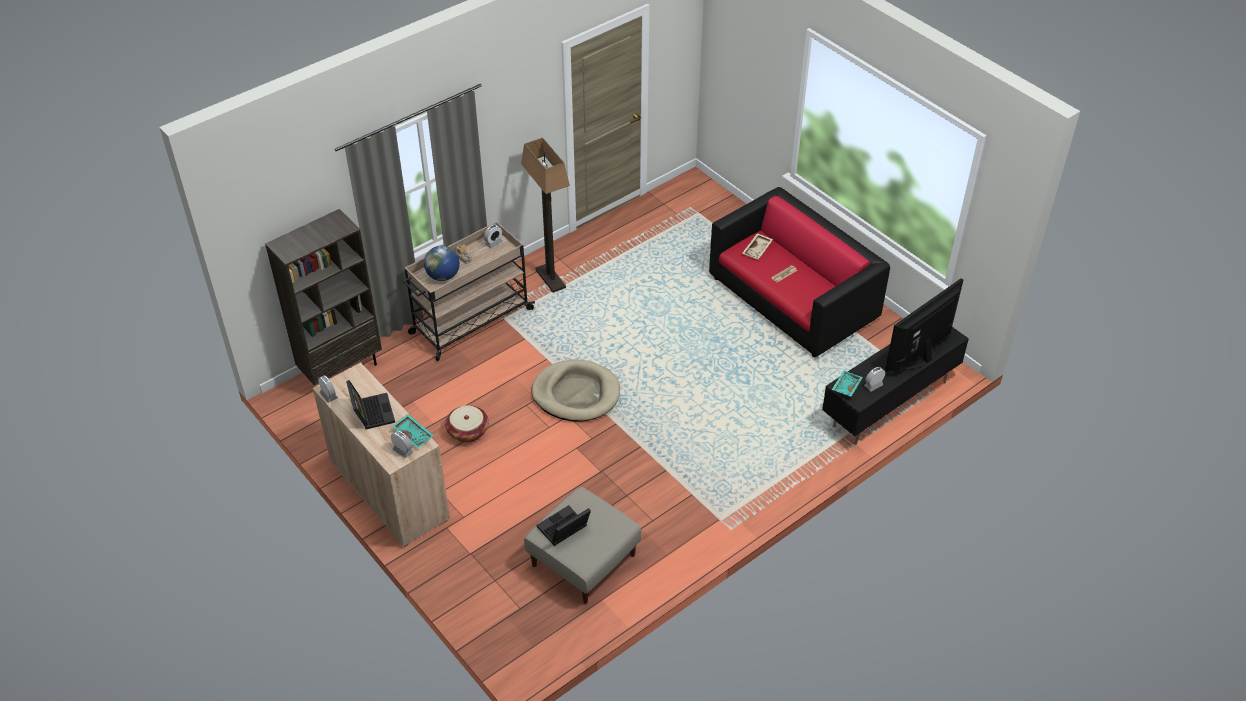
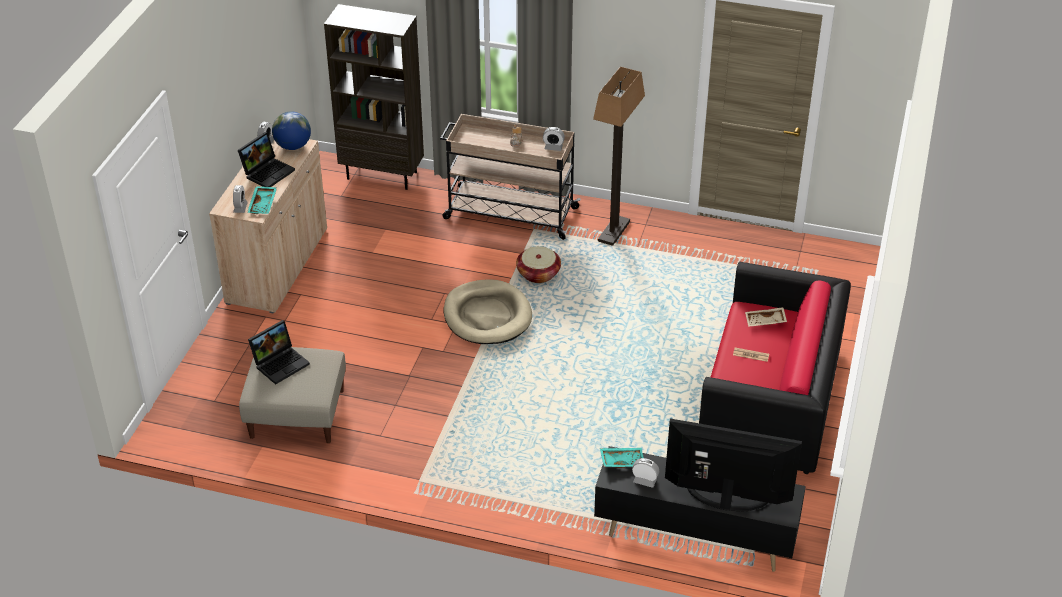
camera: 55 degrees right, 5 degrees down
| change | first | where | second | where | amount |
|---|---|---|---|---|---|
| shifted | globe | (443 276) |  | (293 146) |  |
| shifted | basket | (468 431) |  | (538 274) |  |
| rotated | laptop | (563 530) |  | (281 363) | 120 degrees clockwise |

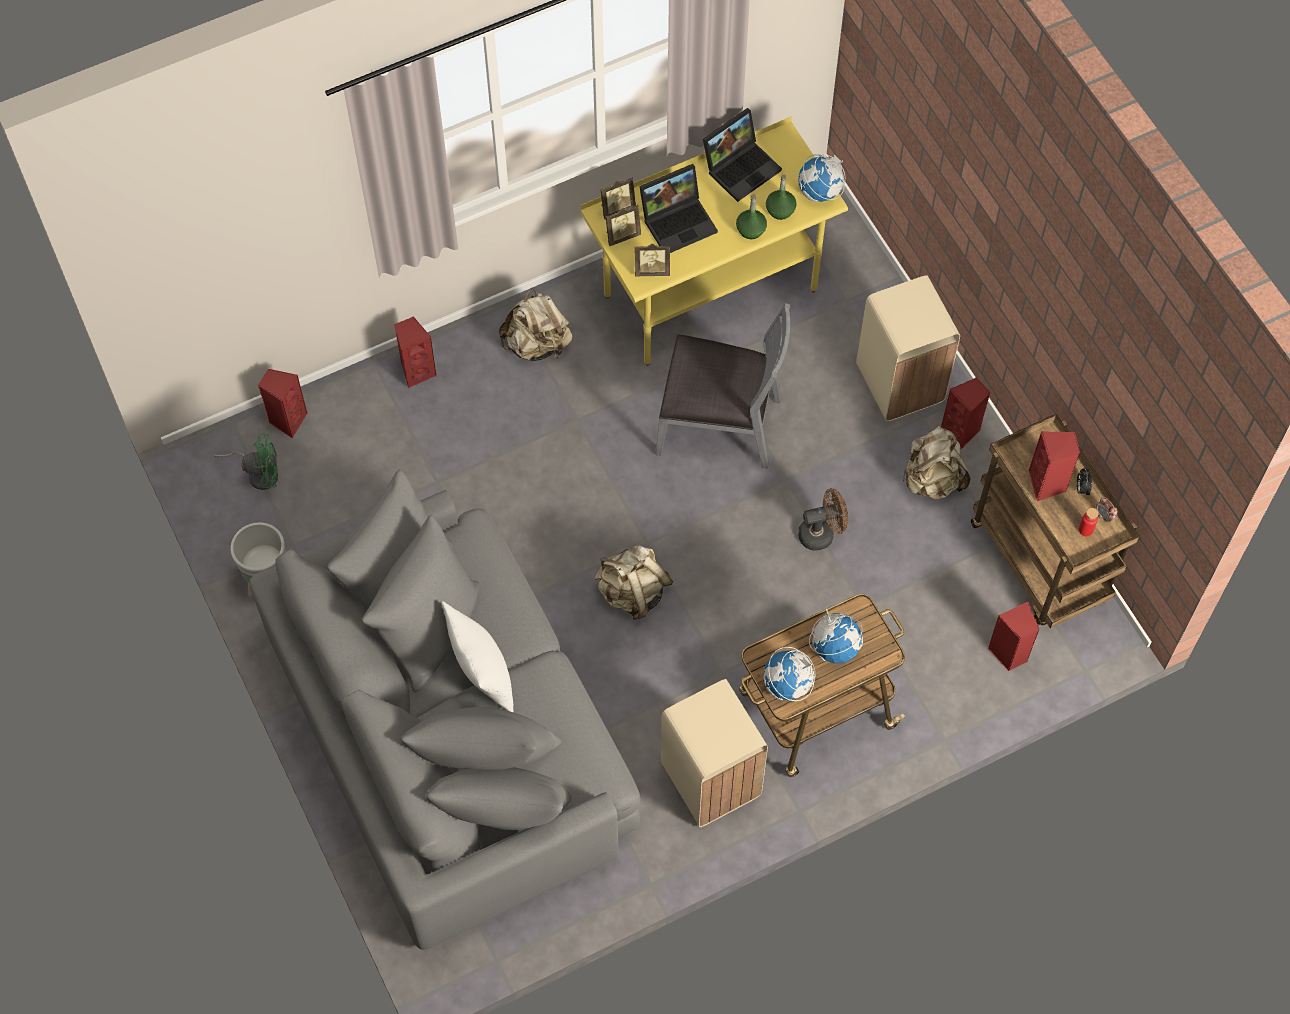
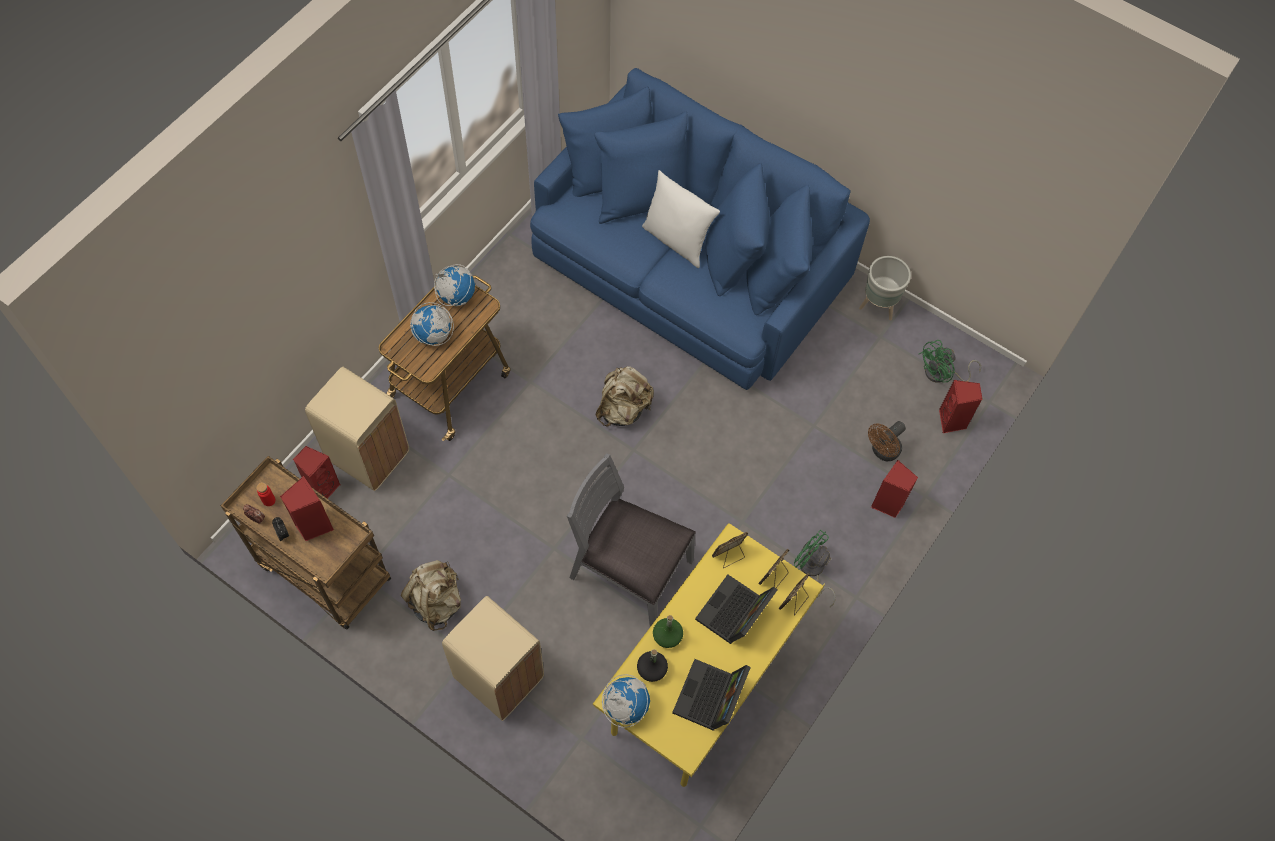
camera: 150 degrees right, 0 degrees up
| change | first | where | second | where | amount |
|---|---|---|---|---|---|
| gone | speaker in red | (962 431) |  |  |  |
| shifted | trash can in beige | (710 781) |  | (368 454) |  |
| shifted | fan in brown | (822 533) |  | (882 452) |  |
| swapped | backpack in beige | (537 344) | fan in green | (812 571) |  |
| repainted | sofa in grey | (451 735) | sofa in blue | (690 264) |  |
| repainted | bottle in green | (780 210) | bottle in black | (652 669) |  |
| rotated | chair in grey | (720 424) |  | (629 570) | 45 degrees clockwise |

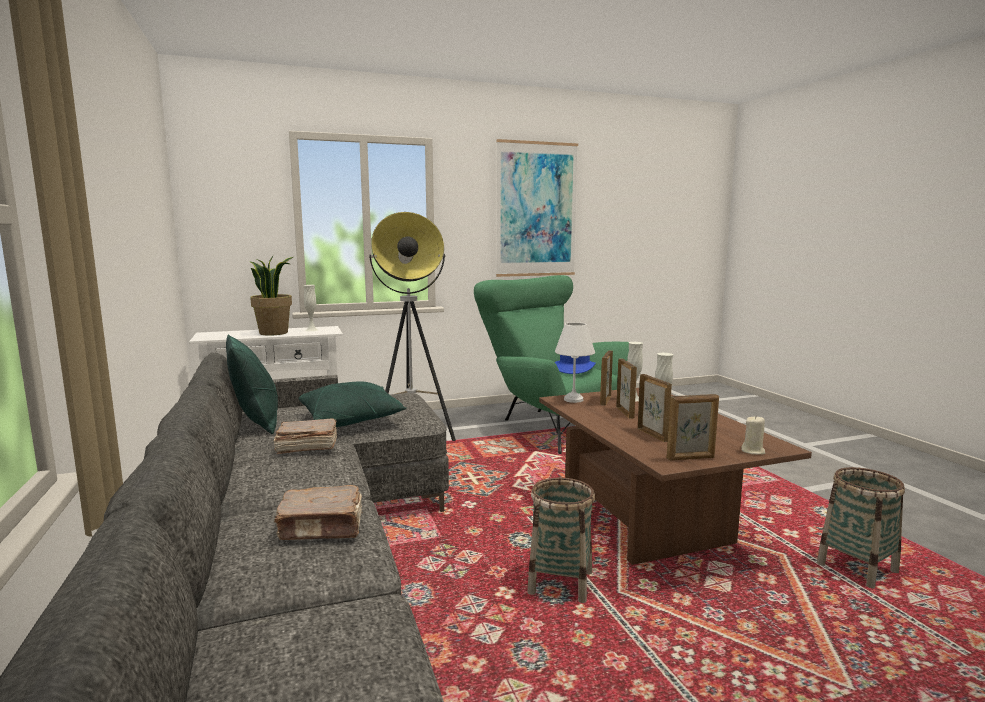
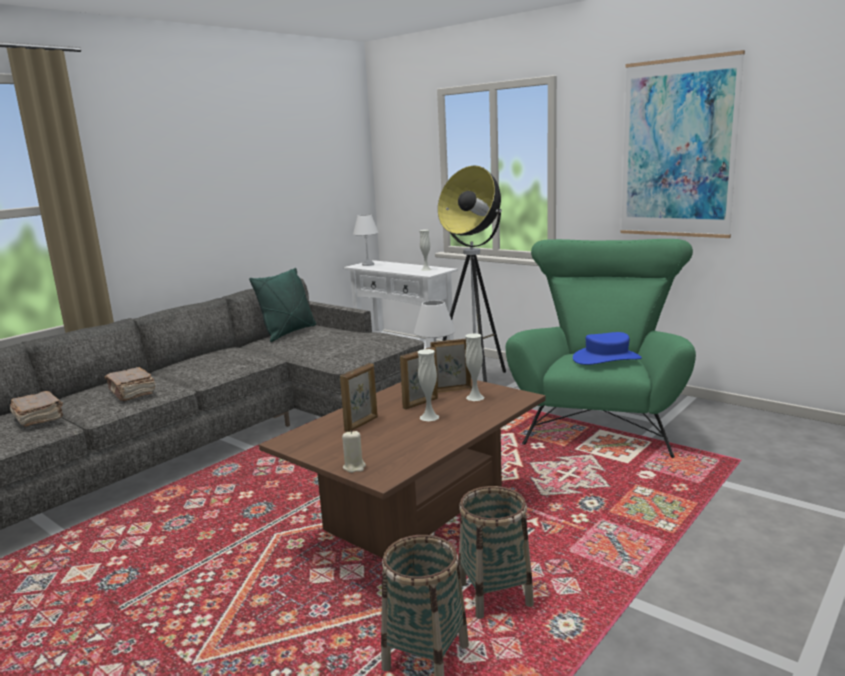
camera: 60 degrees right, 5 degrees up
| change | first | where | second | where | amount |
|---|---|---|---|---|---|
| gone | potted plant | (274 333) |  |  |  |
| gone | pillow in green | (352 419) |  |  |  |
| gone | picture frame | (691 458) |  |  |  |
| new |  |  | table lamp in white | (368 264) |  |
| shifted | book in brown | (306 447) |  | (39 418) |  |
| shifted | basket | (560 583) |  | (495 595) |  |

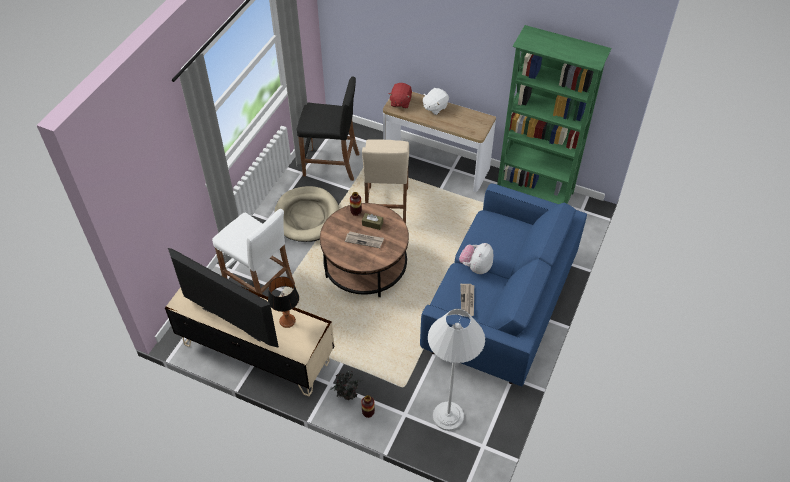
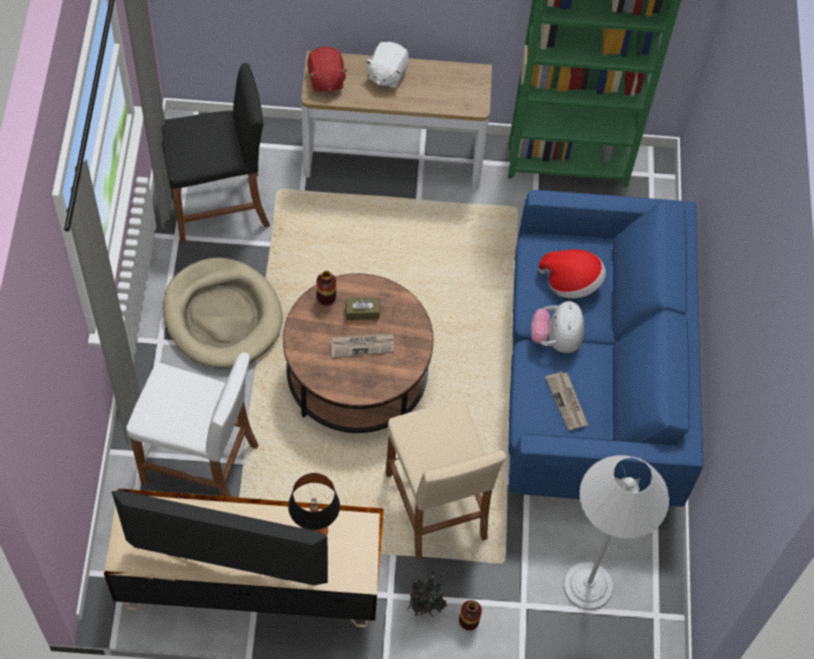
camera: 25 degrees left, 10 degrees up
| change | first | where | second | where | amount |
|---|---|---|---|---|---|
| new |  |  | hat | (571 282) |  |
| shifted | stool in beige | (386 206) |  | (436 506) |  |

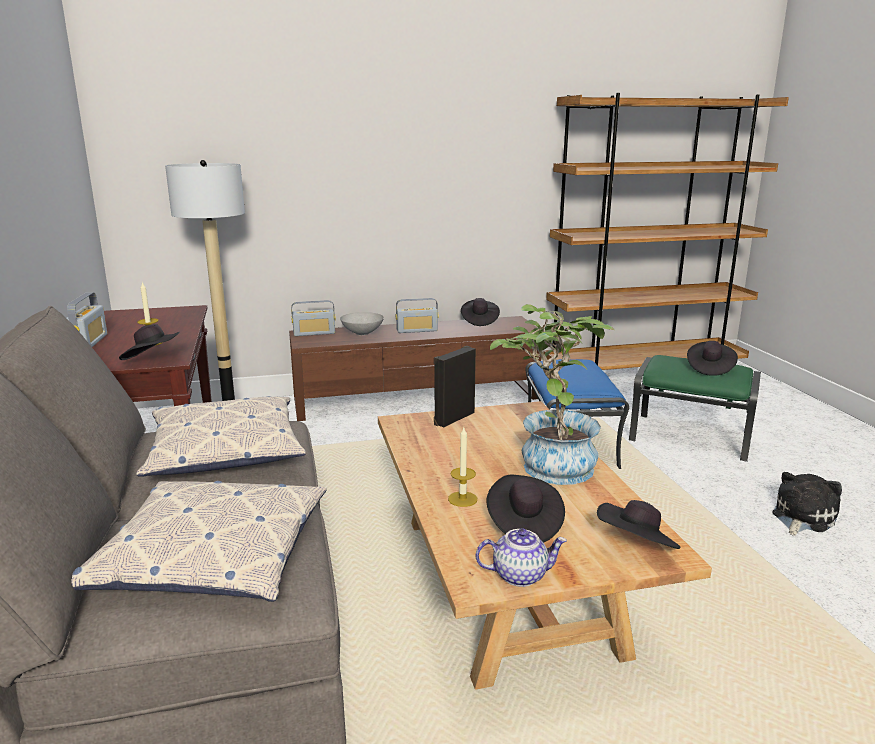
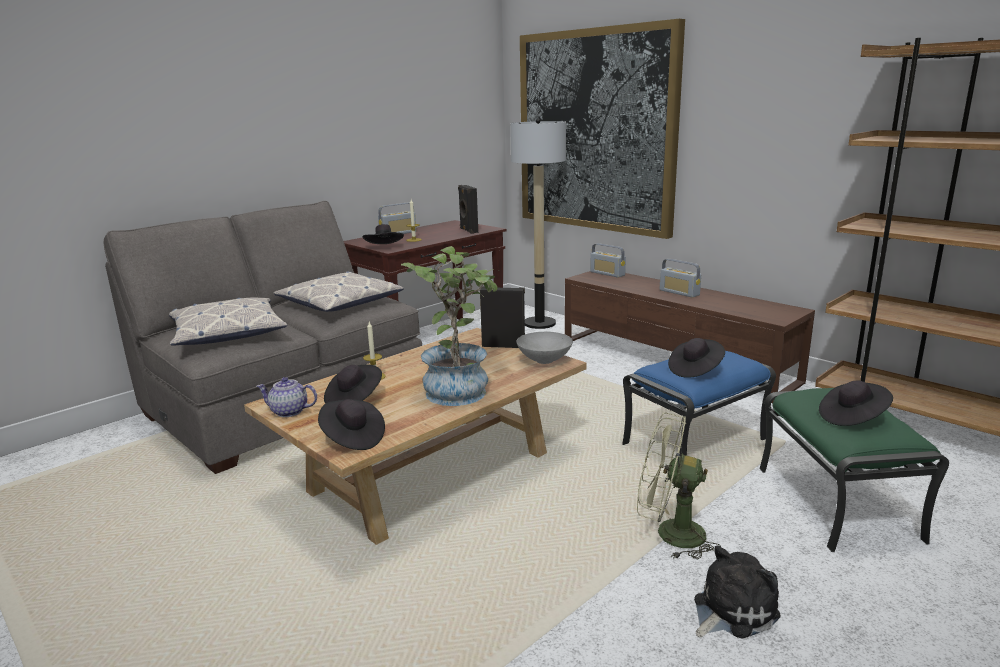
camera: 60 degrees right, 0 degrees up
| change | first | where | second | where | amount |
|---|---|---|---|---|---|
| new |  |  | speaker in black | (468 230) |  |
| new |  |  | picture | (595 131) |  |
| new |  |  | fan in green | (669 534) |  |
| shifted | bowl in grey | (361 333) |  | (543 360) |  |
| shifted | hat in black | (479 321) |  | (695 370) |  |
| rotated | teapot | (520 575) |  | (288 412) | 135 degrees clockwise |
| rotated | plush toy | (801 517) |  | (731 610) | 45 degrees counterclockwise |

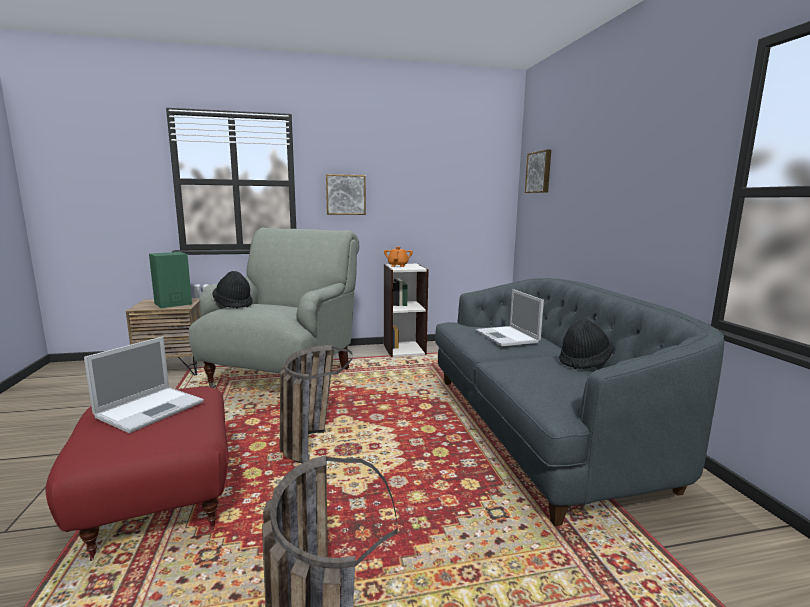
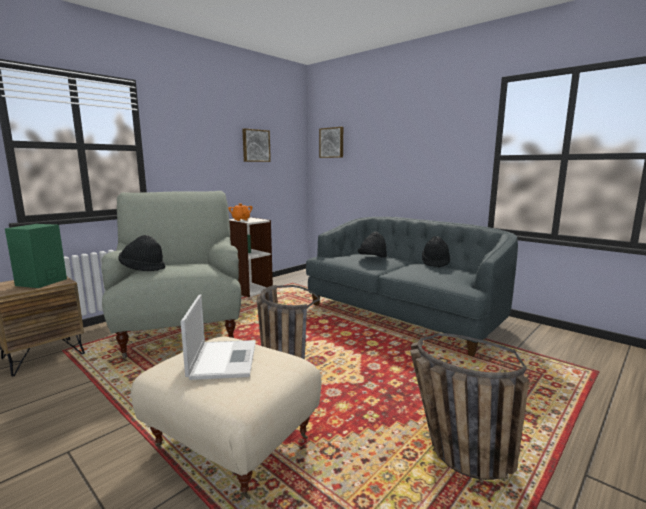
camera: 35 degrees left, 0 degrees up
| change | first | where | second | where | amount |
|---|---|---|---|---|---|
| shifted | picture | (345 194) |  | (255 145) |  |
| swapped | laptop | (507 337) | hat in black | (372 258) |  |
| repainted | ottoman in red | (158 501) | ottoman in beige | (230 444) |  |

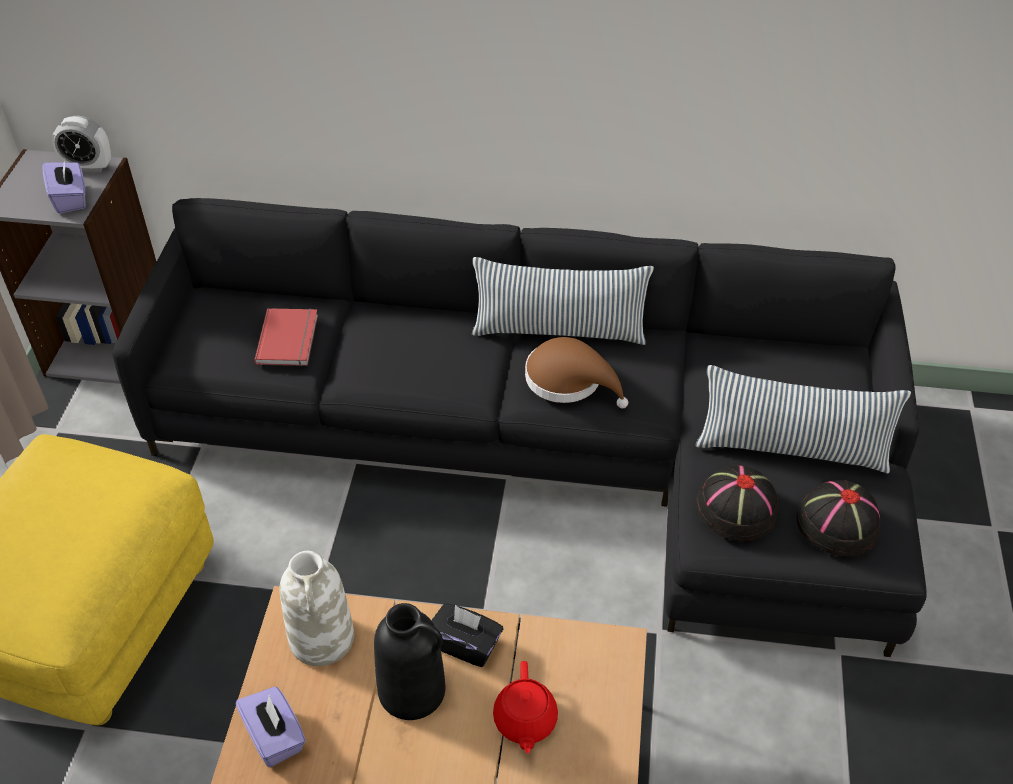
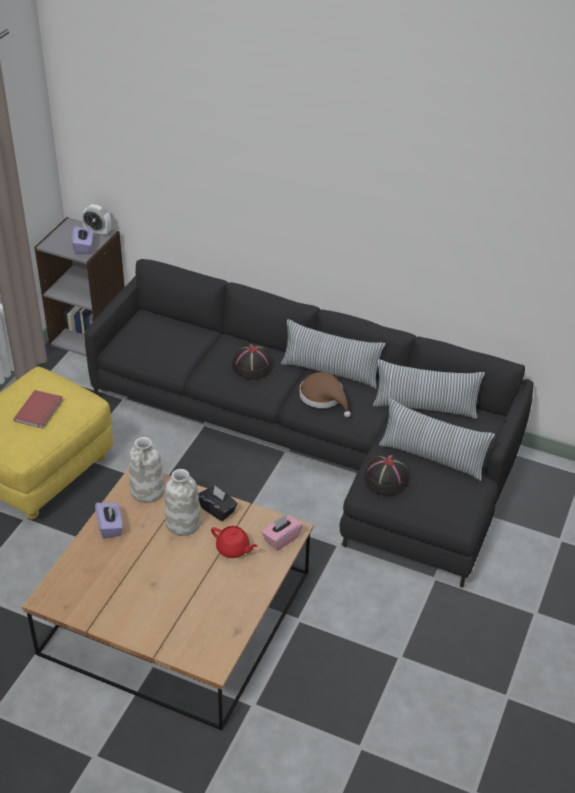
camera: 15 degrees right, 5 degrees down
| change | first | where | second | where | amount |
|---|---|---|---|---|---|
| new |  |  | tissue box in pink | (281 539) |  |
| new |  |  | pillow | (425 407) |  |
| shifted | book in red | (290 339) |  | (40 411) |  |
| shifted | hat in black | (836 524) |  | (251 366) |  |
| repainted | vase in black | (413 690) | vase in white | (184 523) |  |
| rotated | teapot in red | (524 721) |  | (233 549) | 75 degrees counterclockwise |

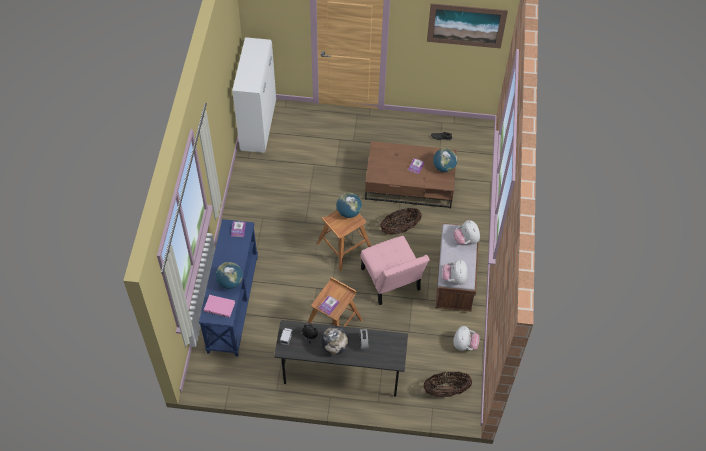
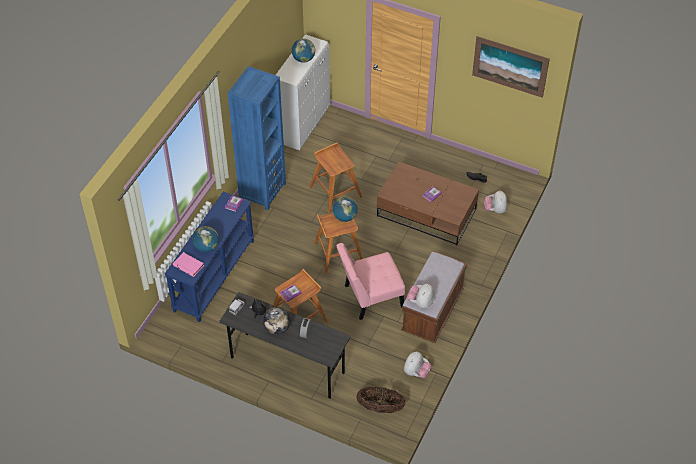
camera: 20 degrees right, 5 degrees down
| change | first | where | second | where | amount |
|---|---|---|---|---|---|
| gone | basket | (400 228) |  |  |  |
| new |  |  | bookcase in blue | (262 191) |  |
| new |  |  | stool in brown | (335 192) |  |
| shifted | globe | (444 167) |  | (303 59) |  |
| shifted | plush toy | (466 240) |  | (495 210) |  |
| rotated | chair in pink | (391 282) |  | (370 297) | 75 degrees clockwise |

